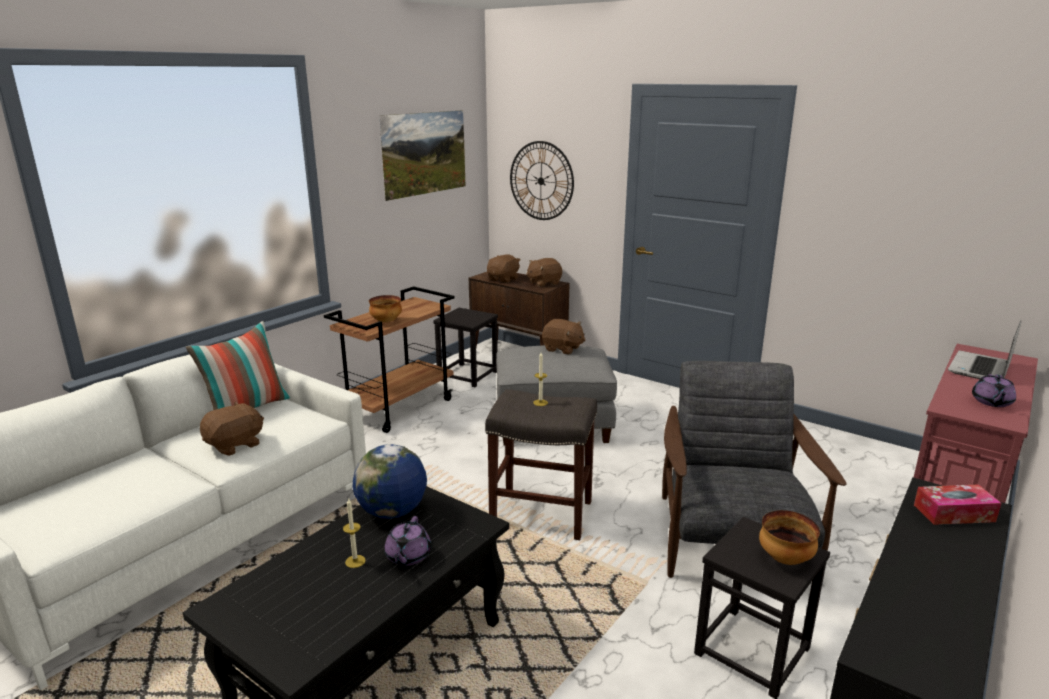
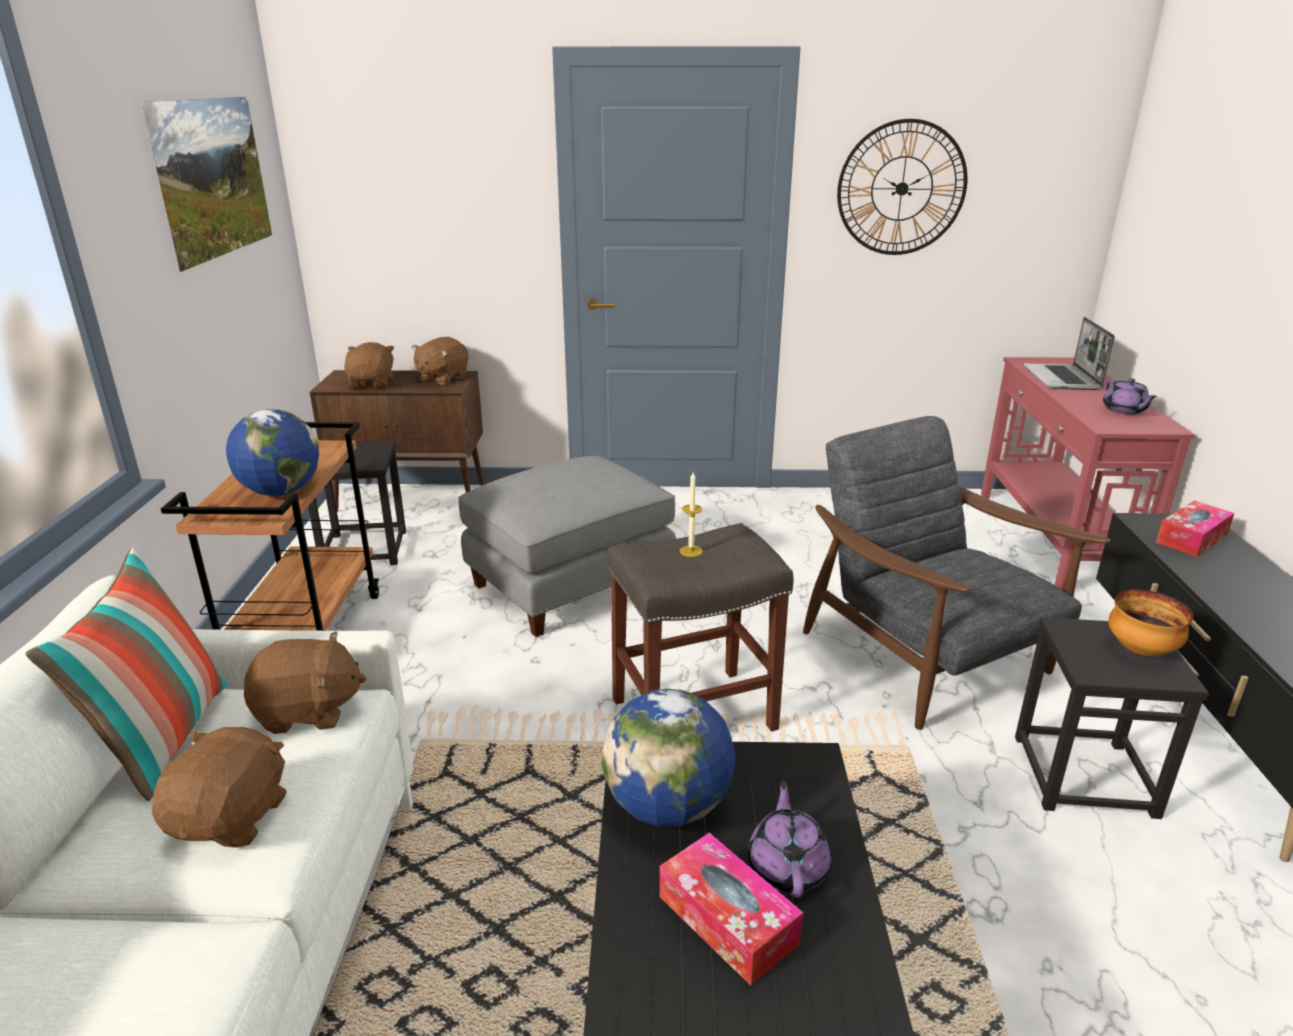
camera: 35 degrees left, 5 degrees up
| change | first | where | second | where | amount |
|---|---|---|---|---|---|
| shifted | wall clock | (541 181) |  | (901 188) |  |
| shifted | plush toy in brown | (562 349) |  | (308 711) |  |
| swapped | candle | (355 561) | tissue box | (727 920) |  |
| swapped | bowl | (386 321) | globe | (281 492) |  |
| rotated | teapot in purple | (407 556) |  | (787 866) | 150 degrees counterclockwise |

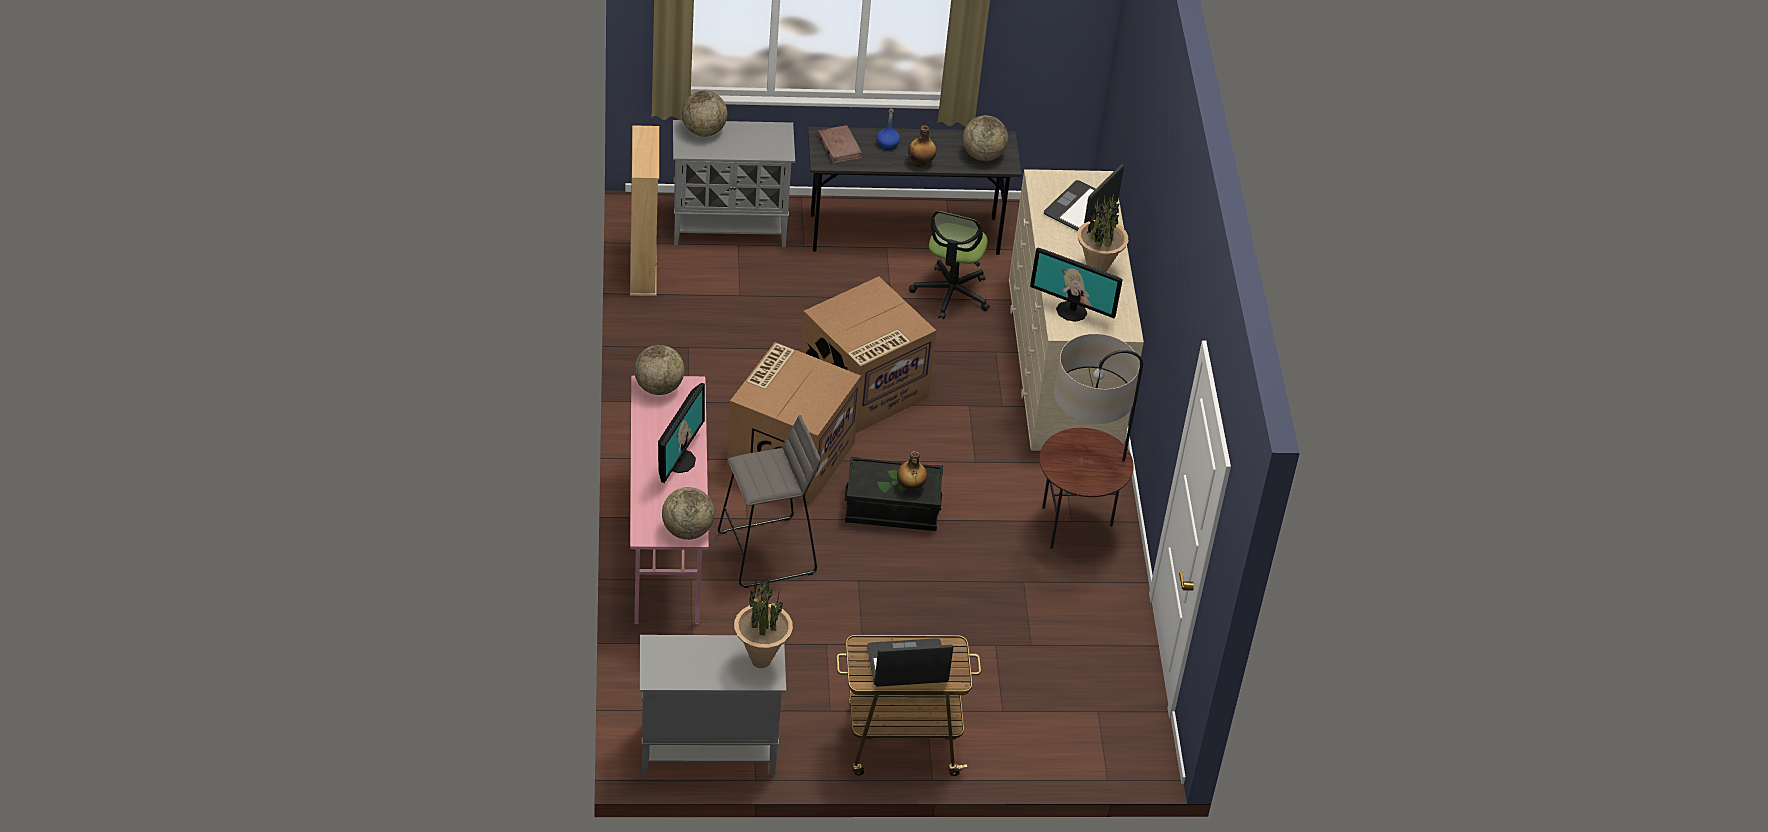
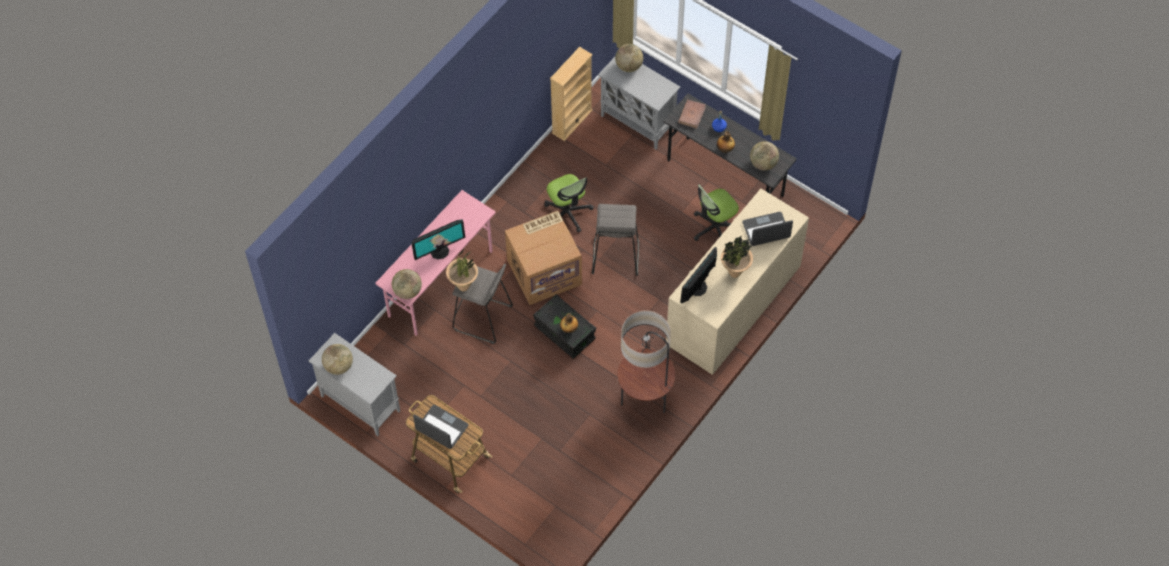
camera: 45 degrees right, 15 degrees up
| change | first | where | second | where | amount |
|---|---|---|---|---|---|
| new |  |  | office chair | (567 213) |  |
| shifted | globe | (658 387) |  | (338 366) |  |
| shifted | potted plant | (760 660) |  | (463 286) |  |
| swapped | cardboard box | (863 389) | stool in grey | (615 257) |  |
| rotated | monitor | (1072 311) |  | (698 288) | 60 degrees clockwise |

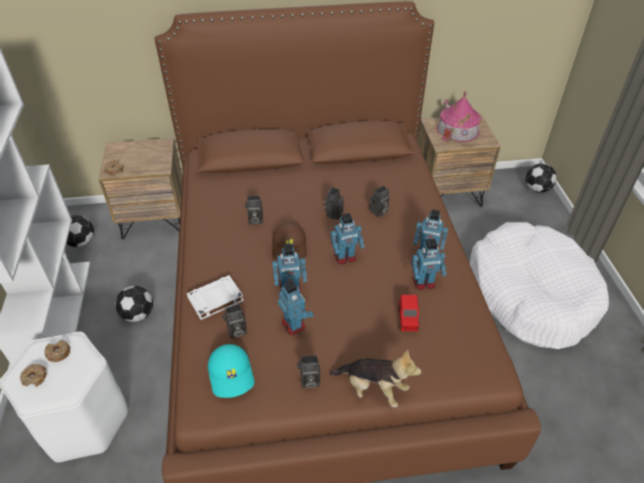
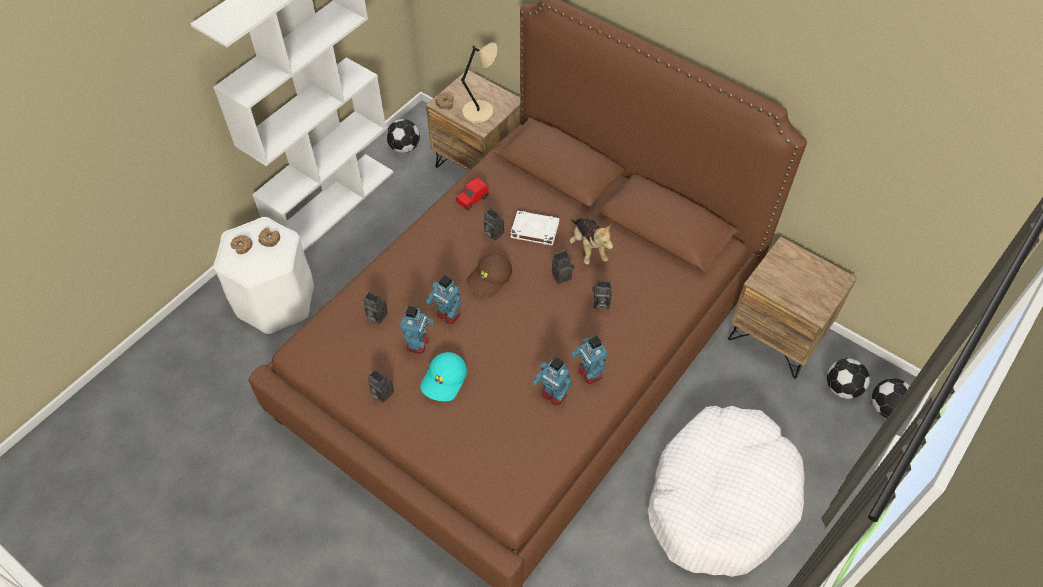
camera: 45 degrees right, 10 degrees up
| change | first | where | second | where | amount |
|---|---|---|---|---|---|
| gone | toy robot | (345 257) |  |  |  |
| gone | toy house | (457 129) |  |  |  |
| new |  |  | table lamp in beige | (480 111) |  |
| shifted | football | (138 314) |  | (843 388) |  |
| shifted | book in white | (215 300) |  | (534 230) |  |
| shifted | cap in turquoise | (232 375) |  | (444 380) |  |
| shifted | plush toy | (373 389) |  | (588 248) |  |
| shifted | toy car in red | (407 319) |  | (472 199) |  |

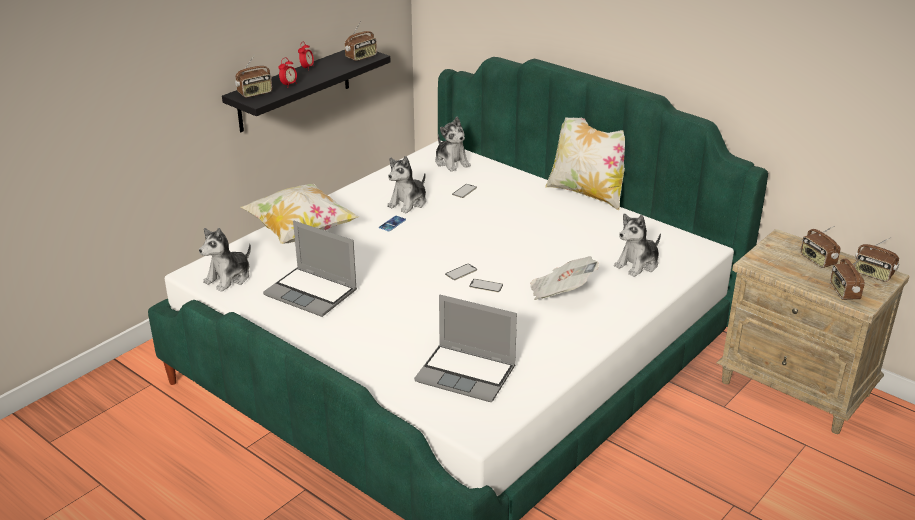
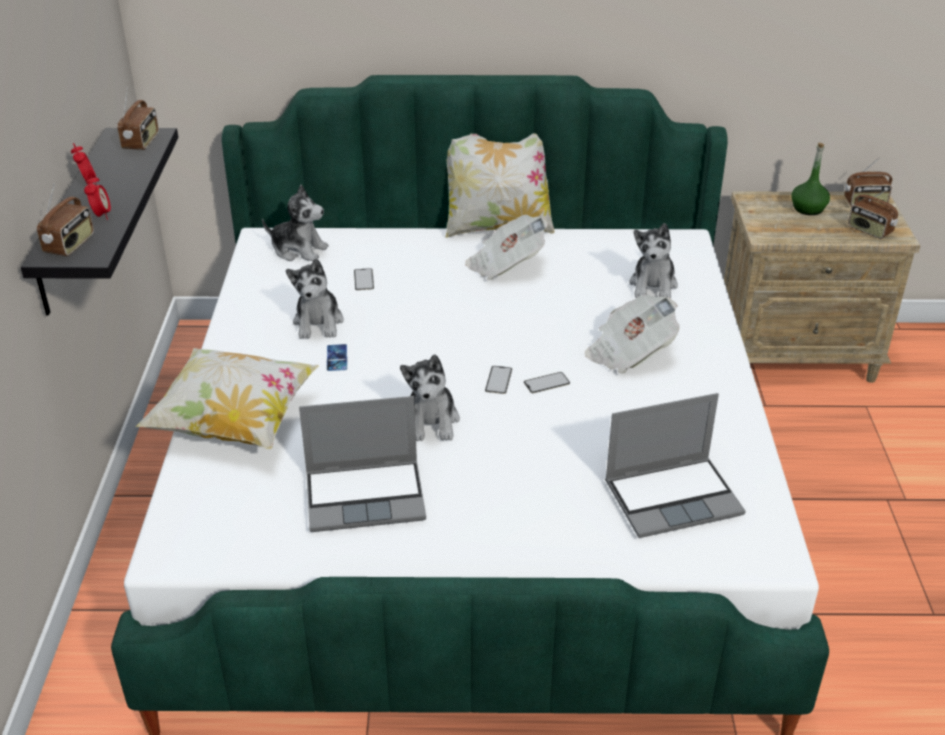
camera: 40 degrees left, 5 degrees up
| change | first | where | second | where | amount |
|---|---|---|---|---|---|
| new |  |  | newspaper | (505 265) |  |
| shifted | plush toy | (229 278) |  | (432 421) |  |
| swapped | radio | (817 260) | bottle in green | (808 208) |  |

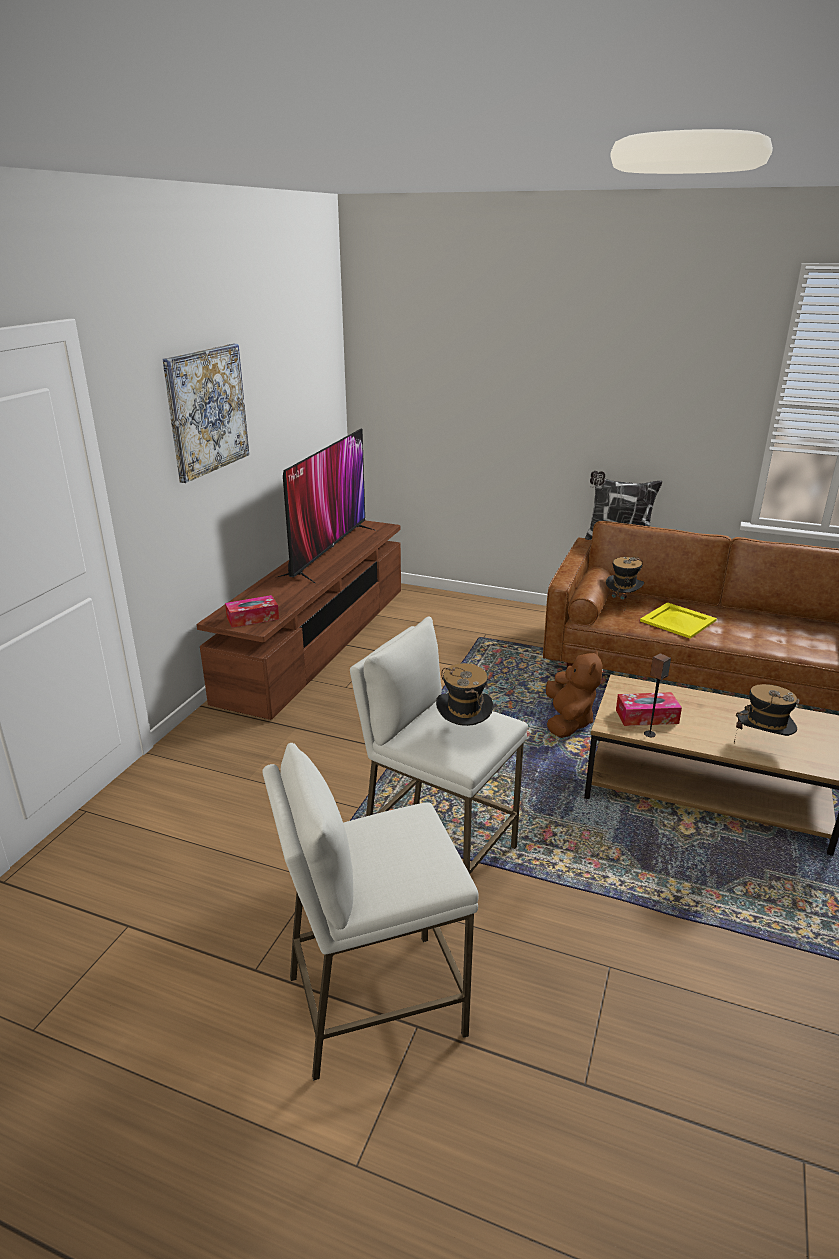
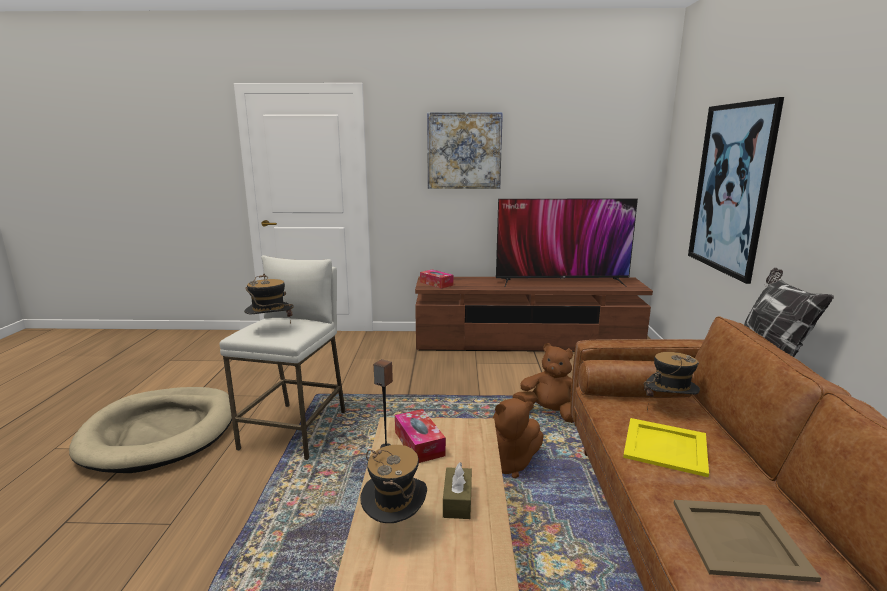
camera: 70 degrees right, 10 degrees down
| change | first | where | second | where | amount |
|---|---|---|---|---|---|
| new |  |  | tissue box in brown | (457 501) |  |
| new |  |  | plush toy in brown | (550 413) |  |
| new |  |  | tray in beige | (740 539) |  |
| new |  |  | picture | (730 189) |  |
| swapped | stool in white | (374 1004) | dog bed in beige | (160 432) |  |

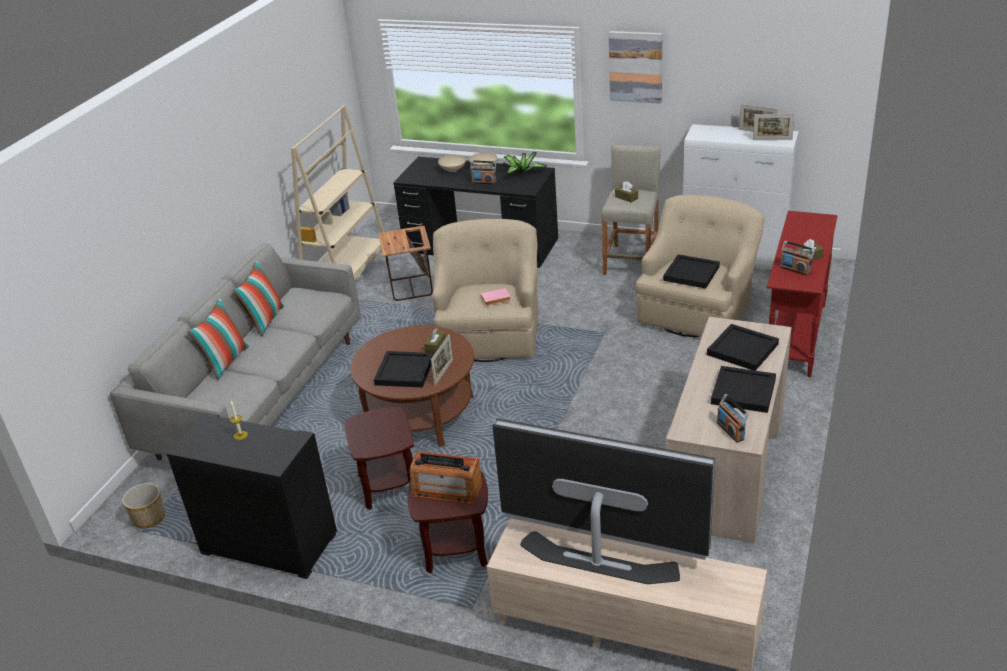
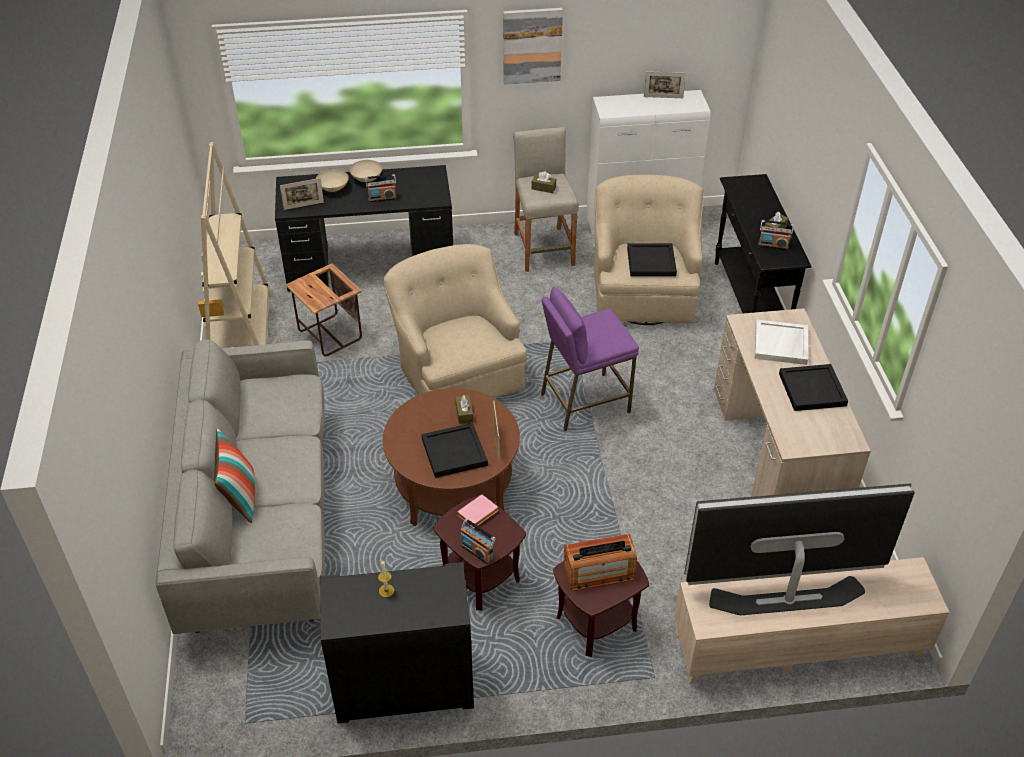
camera: 30 degrees left, 10 degrees up
| change | first | where | second | where | amount |
|---|---|---|---|---|---|
| gone | planter | (148 518) |  |  |  |
| gone | pillow | (265 320) |  |  |  |
| gone | potted plant | (521 173) |  |  |  |
| new |  |  | stool in purple | (584 403) |  |
| shifted | book in pink | (495 300) |  | (477 514) |  |
| shifted | radio | (730 430) |  | (477 551) |  |
| shifted | picture frame | (772 140) |  | (303 206) |  |
| repainted | tray in black | (742 350) | tray in white | (781 344) |  |
| repainted | console table in red | (795 337) | console table in black | (749 301) |  |

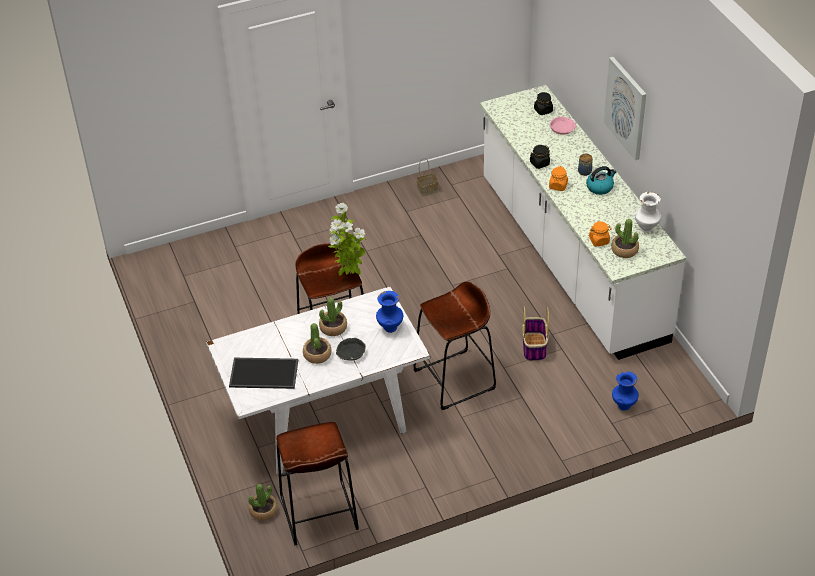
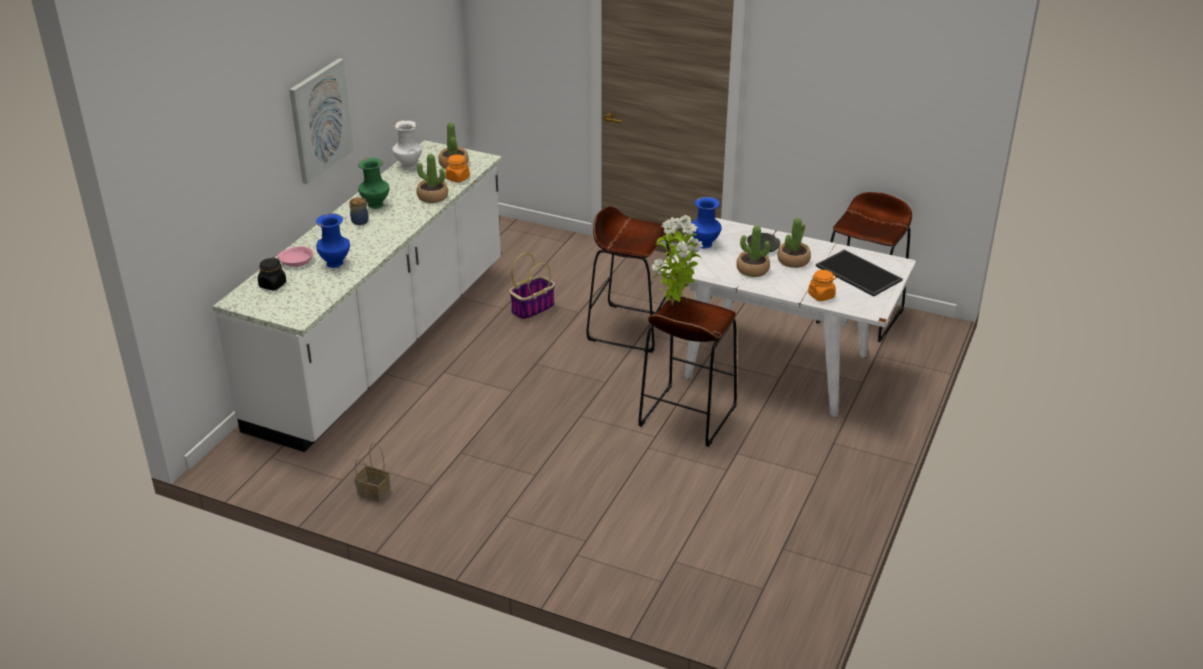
camera: 135 degrees left, 10 degrees down
| change | first | where | second | where | amount |
|---|---|---|---|---|---|
| gone | jar in black | (539 163) |  |  |  |
| shifted | potted plant | (263 511) |  | (432 197) |  |
| shifted | jar in orange | (558 186) |  | (821 295) |  |
| shifted | vase in blue | (623 406) |  | (336 263) |  |
| swapped | kettle | (600 187) | vase in green | (375 205) |  |

